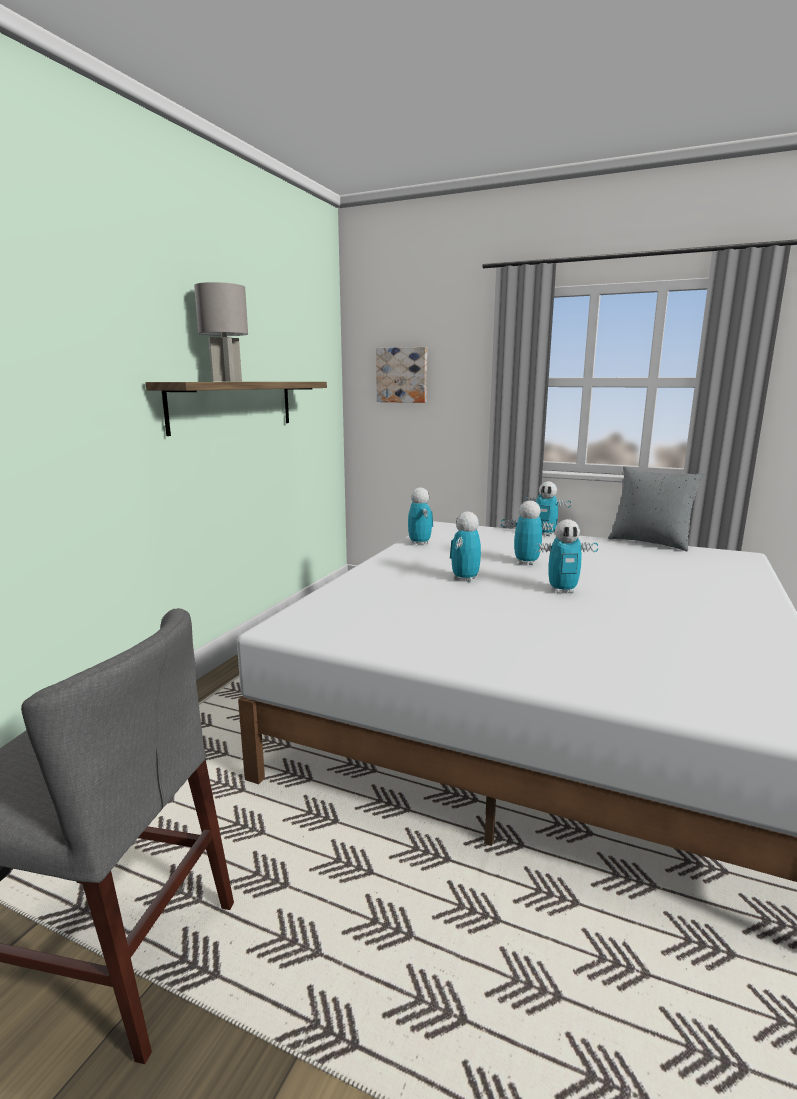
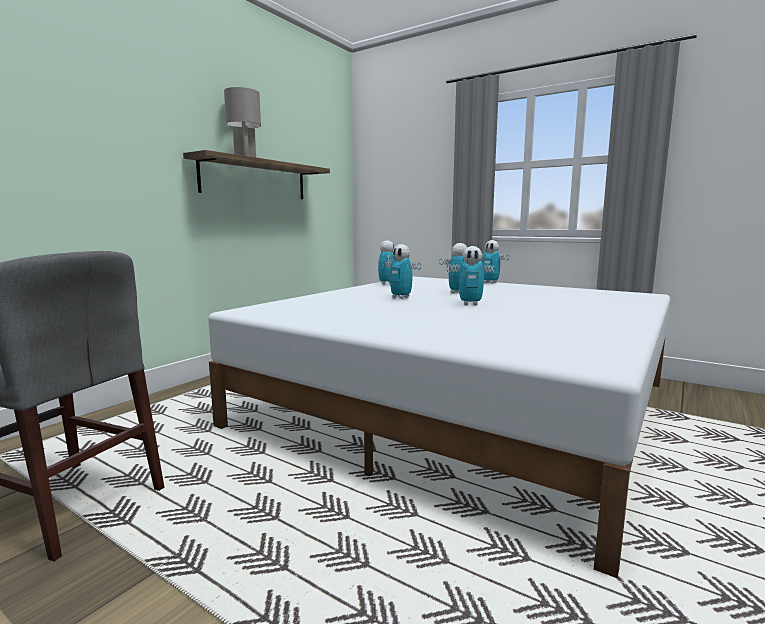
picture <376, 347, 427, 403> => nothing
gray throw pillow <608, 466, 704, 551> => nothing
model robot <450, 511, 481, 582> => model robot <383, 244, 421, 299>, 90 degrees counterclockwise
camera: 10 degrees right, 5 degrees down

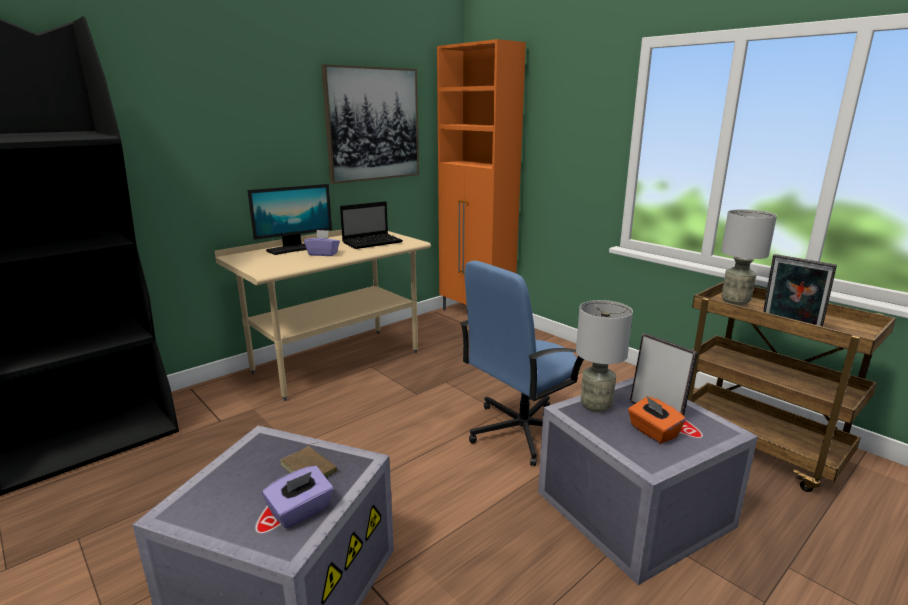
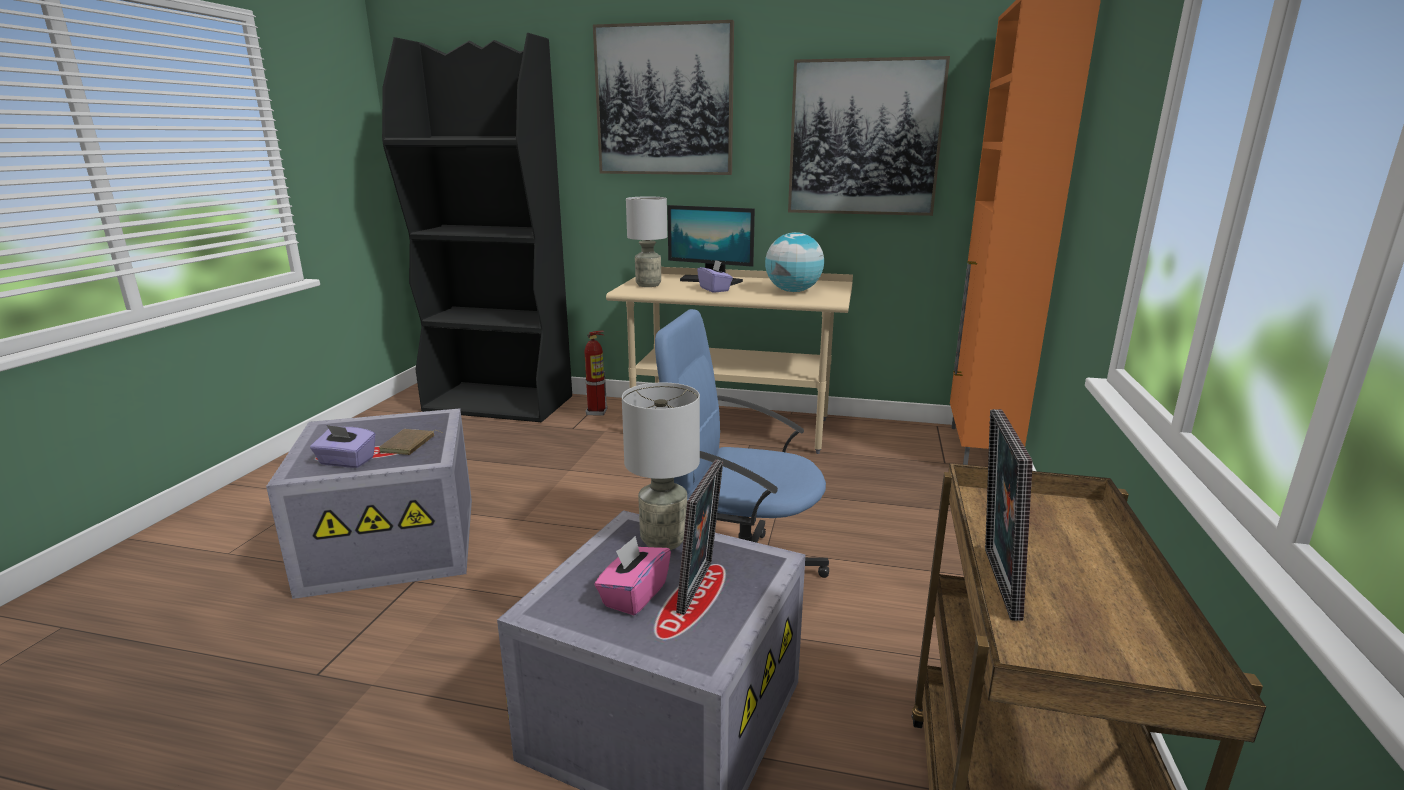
laptop <340, 201, 403, 249> => globe <765, 232, 824, 292>
gray tabletop lamp <721, 209, 777, 305> => gray tabletop lamp <626, 197, 667, 287>, relocated
orange-coloured tissue box <628, 396, 686, 444> => pink-coloured tissue box <594, 536, 671, 615>
nothing => picture <593, 20, 734, 175>
nothing => extinguisher <584, 330, 607, 416>
camera: 55 degrees right, 0 degrees up

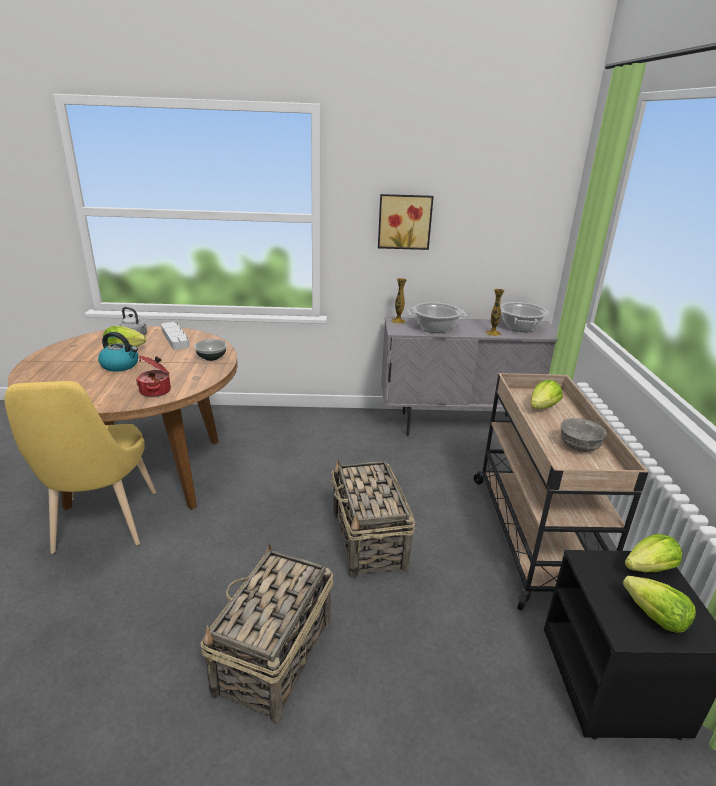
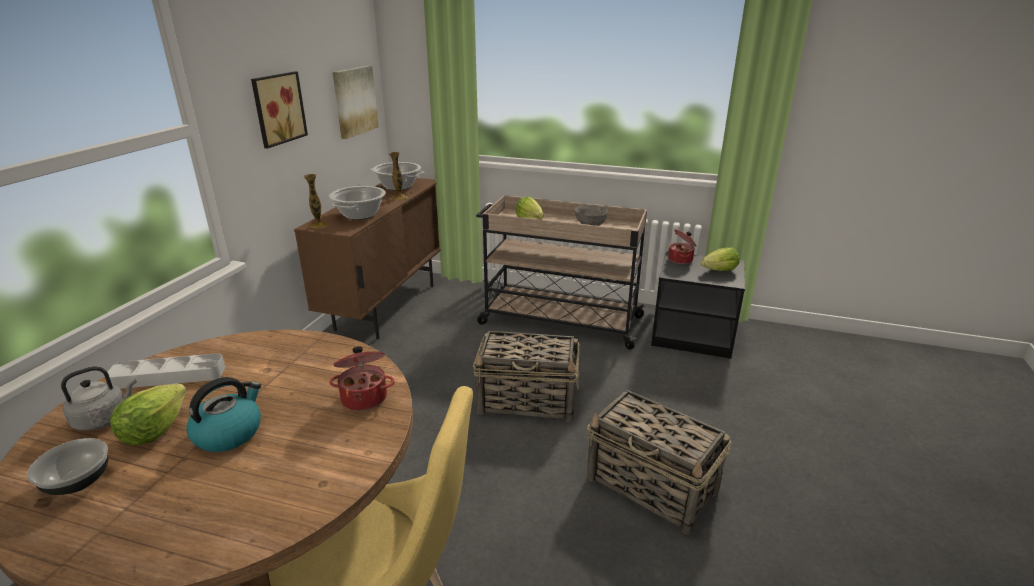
gray storage cabinet <381, 317, 558, 436> => brown storage cabinet <294, 178, 441, 339>
serving bowl <194, 339, 227, 361> => serving bowl <27, 438, 108, 495>, relocated
lettuce <625, 534, 682, 572> => cooking pot <668, 229, 697, 264>
nothing => picture <333, 65, 379, 139>
camera: 70 degrees left, 0 degrees up

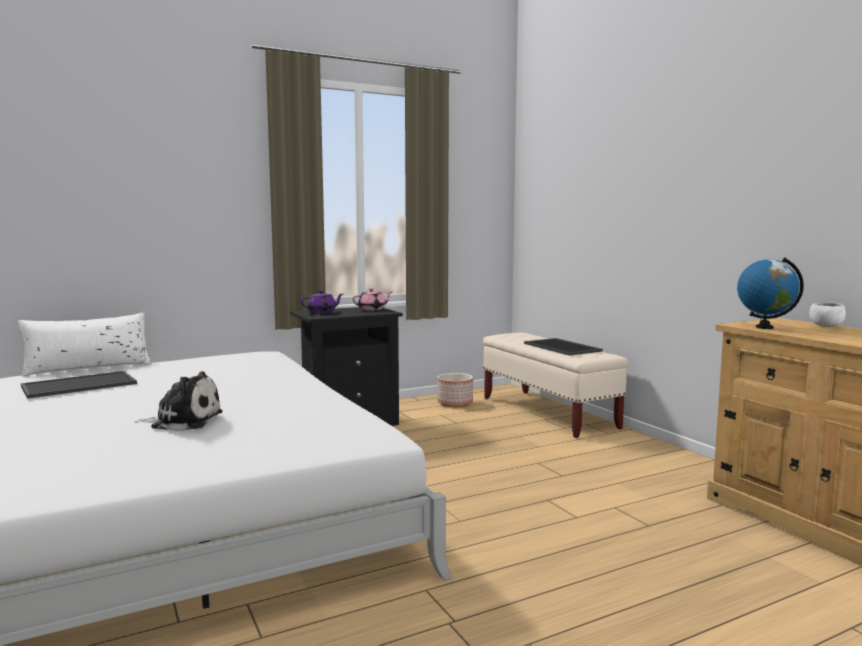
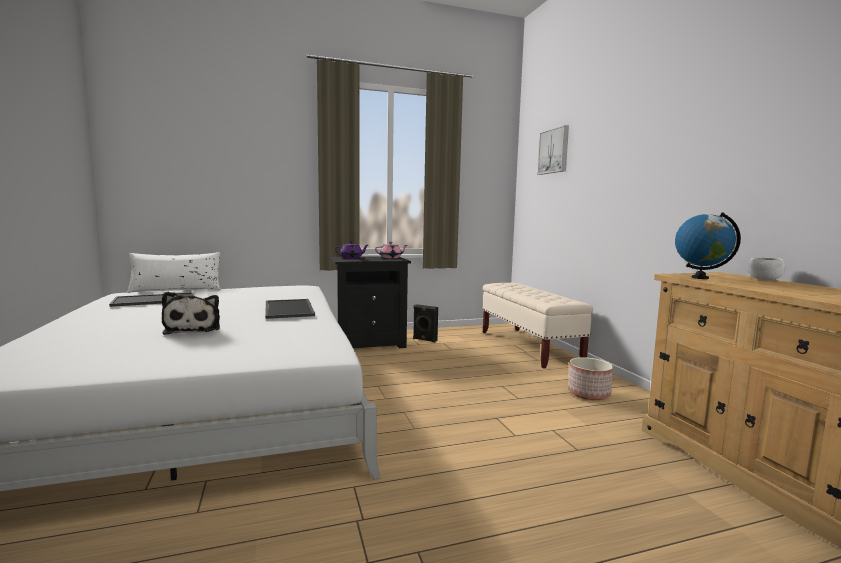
tray <524, 338, 603, 356> => tray <265, 299, 315, 319>, relocated
plush toy <135, 371, 223, 431> => plush toy <162, 291, 220, 335>, 60 degrees clockwise
plant pot <437, 373, 473, 407> => plant pot <568, 357, 613, 400>, relocated
nothing => picture <537, 125, 569, 175>
nothing => blackish audio speaker <413, 304, 438, 342>
camera: 10 degrees right, 0 degrees up

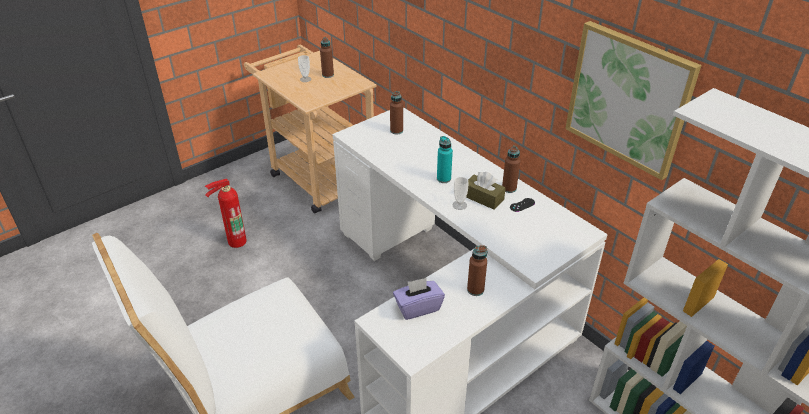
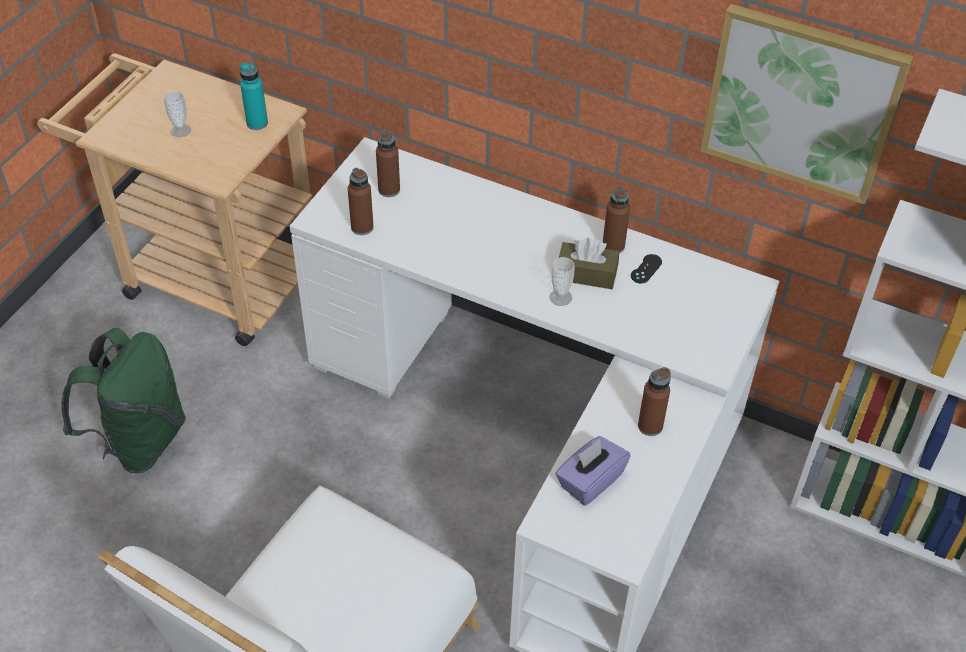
brown bottle <320, 37, 334, 78> => brown bottle <348, 168, 374, 235>, relocated
blue-green bottle <437, 136, 453, 183> => blue-green bottle <240, 63, 268, 130>, relocated
extinguisher <205, 179, 247, 248> => green-coloured backpack <61, 328, 186, 473>
camera: 25 degrees left, 10 degrees up

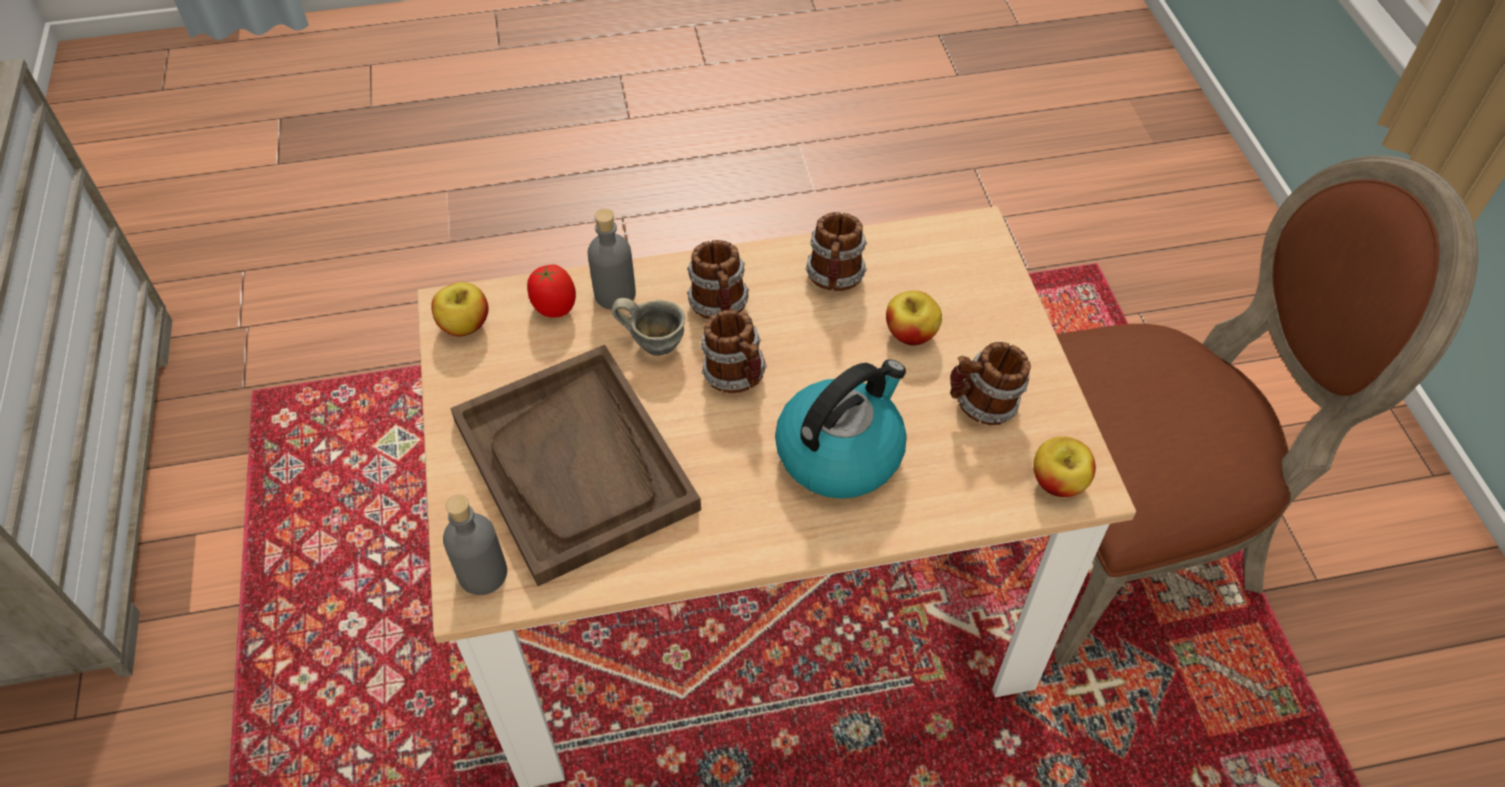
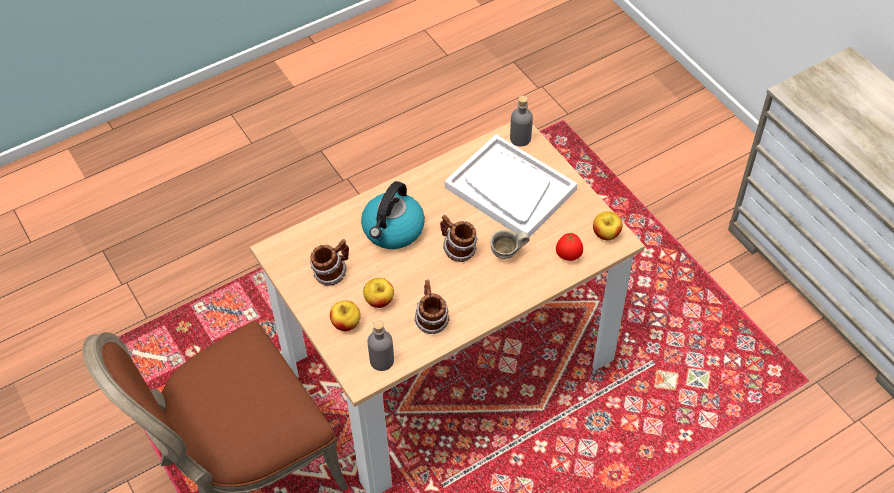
gray bottle <588, 209, 636, 310> => gray bottle <368, 320, 394, 371>, relocated
coffee mug <687, 240, 749, 319> => nothing
brown tray <450, 345, 701, 586> => white-coloured tray <444, 134, 577, 237>
whole apple <1033, 437, 1096, 497> => whole apple <330, 301, 361, 331>, relocated
camera: 160 degrees right, 0 degrees up

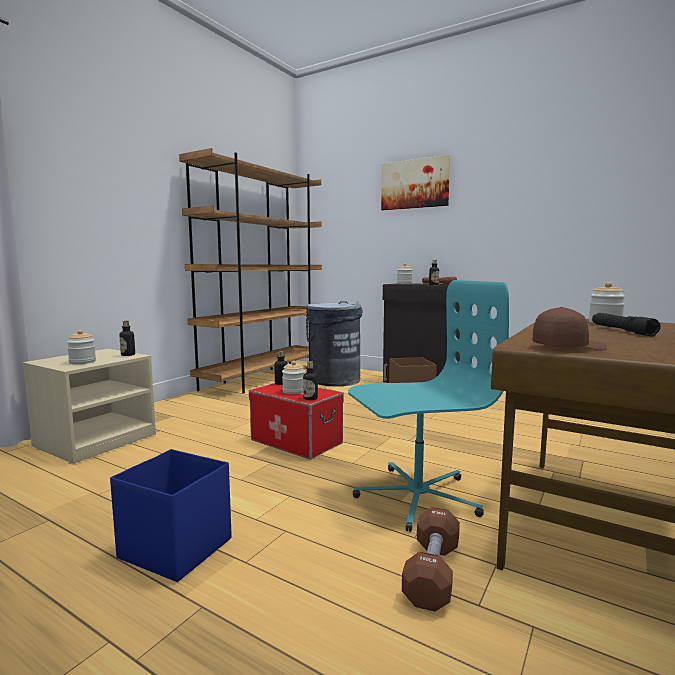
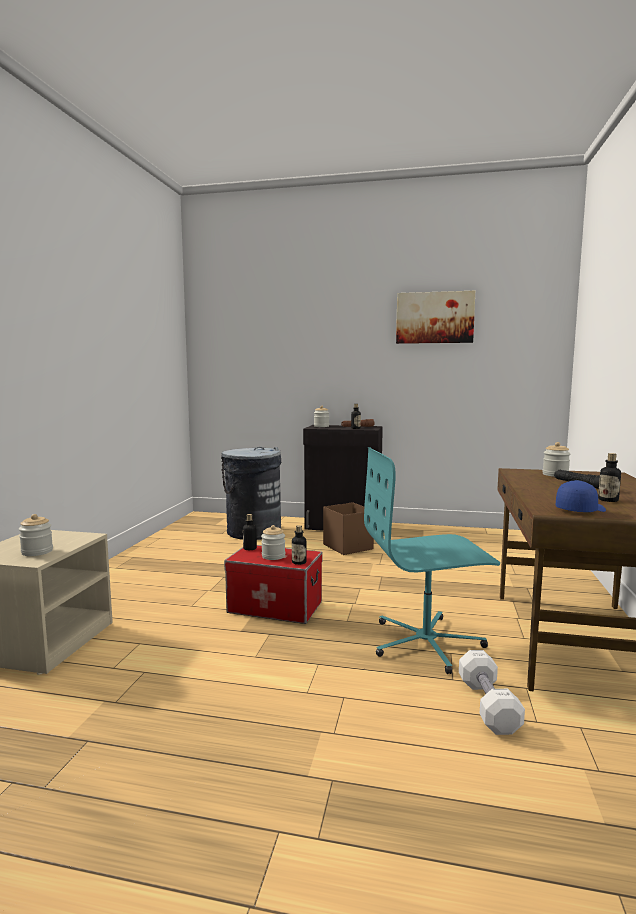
brown bookshelf <179, 148, 322, 393> => nothing
picture <381, 155, 450, 210> => picture <396, 291, 475, 344>, relocated
blue-green desk chair <348, 280, 509, 532> => blue-green desk chair <364, 447, 500, 674>, 150 degrees counterclockwise
brown cap <532, 307, 607, 351> => blue cap <556, 480, 606, 512>
bottle <119, 321, 135, 356> => bottle <598, 453, 621, 502>, relocated
blue storage container <110, 449, 232, 582> => nothing
brown dumbbell <402, 507, 460, 612> => white-coloured dumbbell <459, 650, 525, 735>
camera: 20 degrees left, 0 degrees up

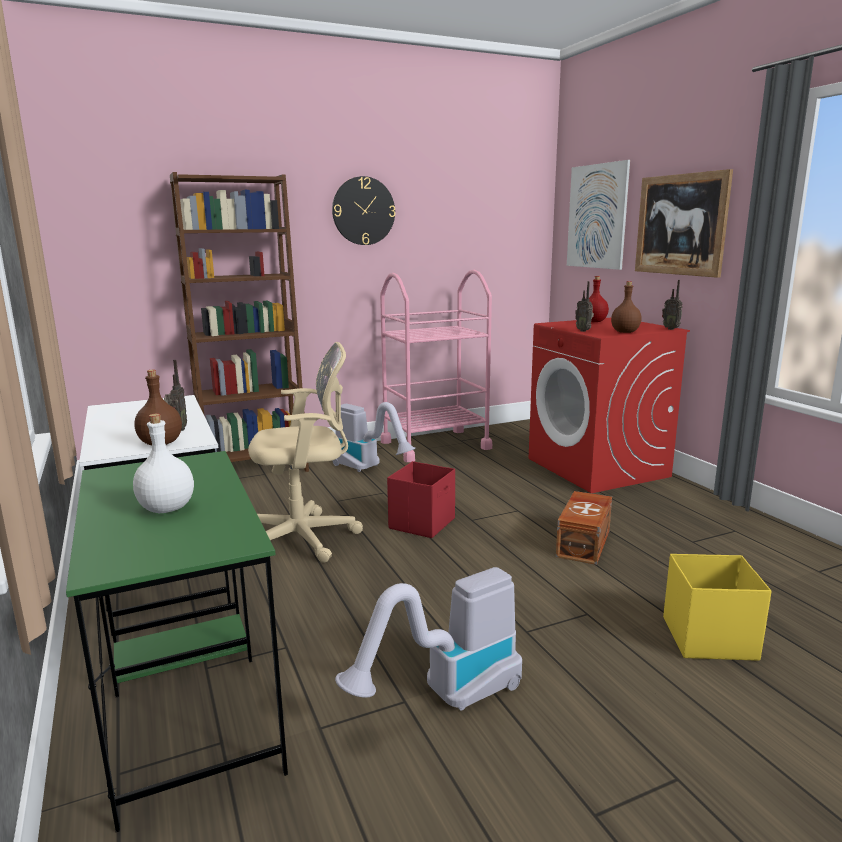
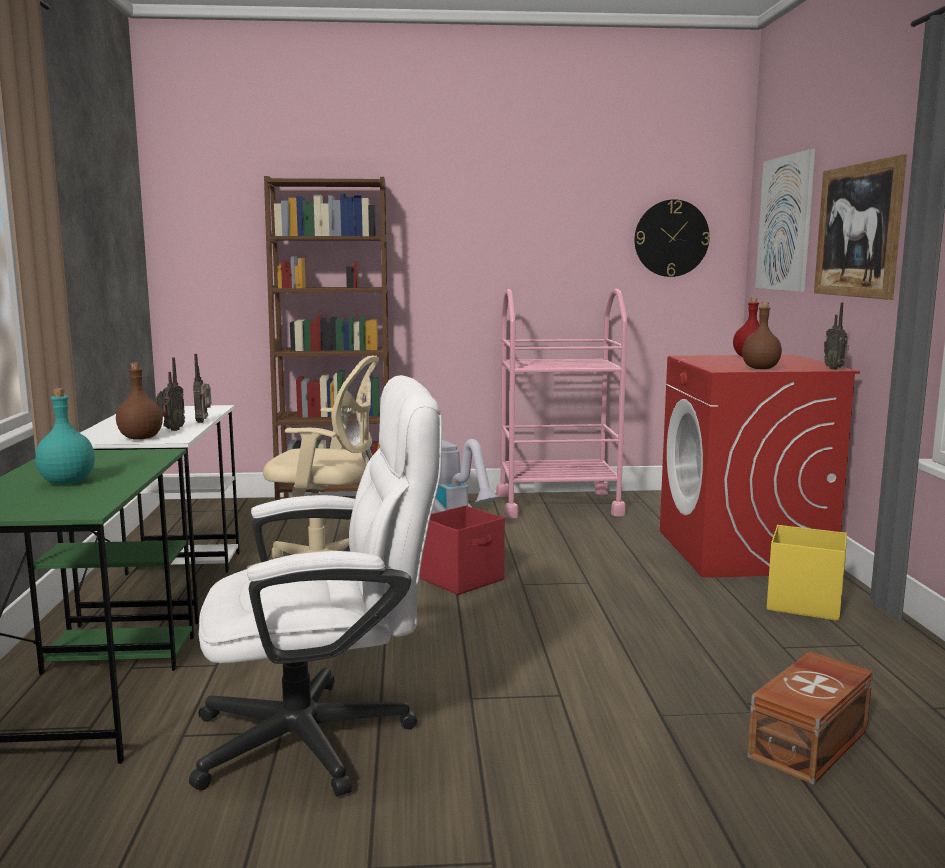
clock on the wall <332, 176, 395, 245> => clock on the wall <635, 199, 710, 277>, relocated
radio set <575, 281, 594, 332> => radio set <193, 354, 211, 423>, relocated
white-coloured bottle <133, 414, 194, 513> => blue-green bottle <35, 388, 95, 484>
brown storage container <556, 491, 612, 565> => brown storage container <747, 651, 873, 785>, relocated
yellow storage container <663, 554, 772, 661> => yellow storage container <767, 525, 847, 621>, relocated
vacuum cleaner <335, 567, 522, 711> => white-coloured desk chair <189, 375, 442, 797>
camera: 20 degrees right, 5 degrees down

